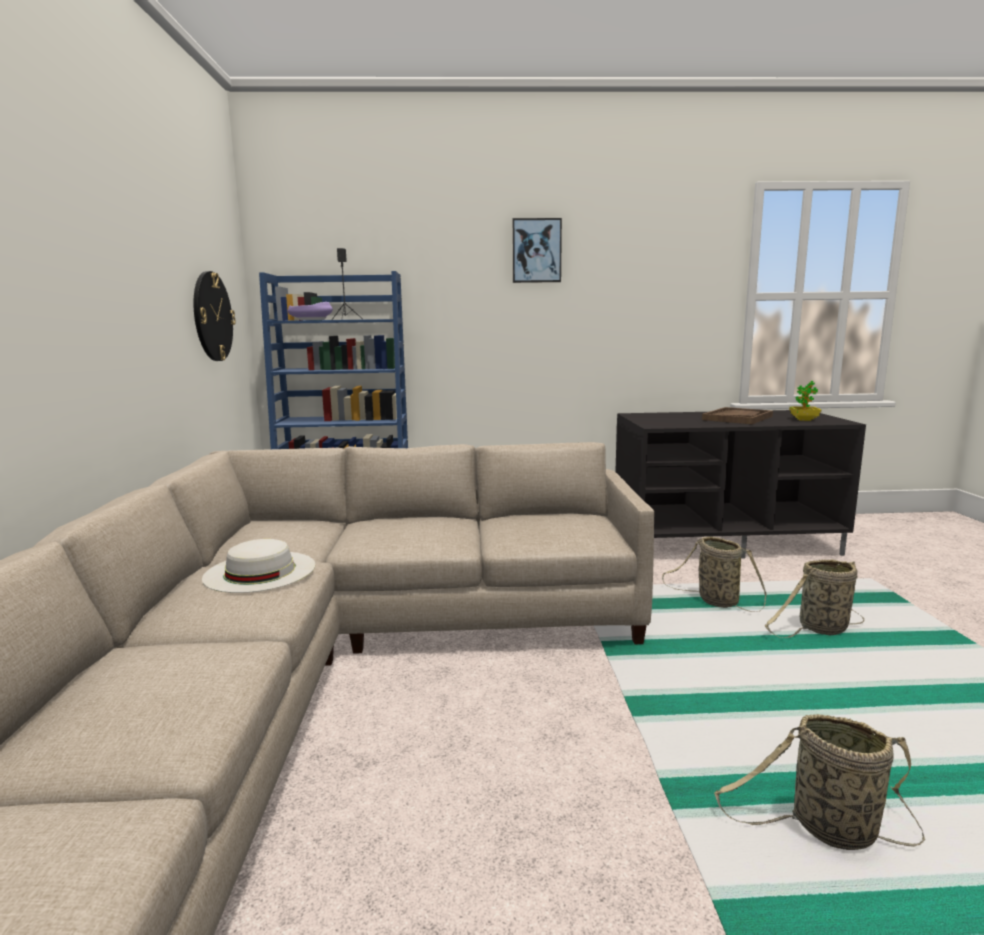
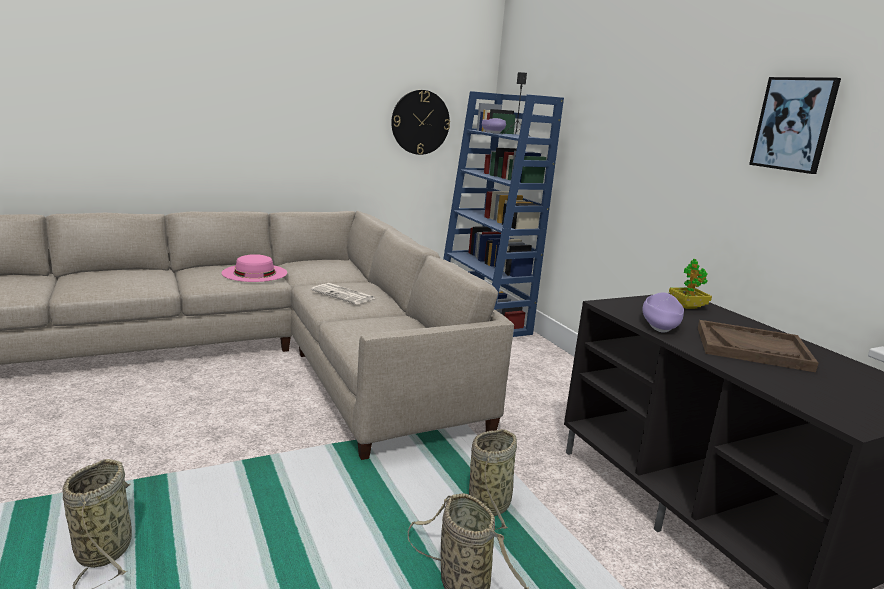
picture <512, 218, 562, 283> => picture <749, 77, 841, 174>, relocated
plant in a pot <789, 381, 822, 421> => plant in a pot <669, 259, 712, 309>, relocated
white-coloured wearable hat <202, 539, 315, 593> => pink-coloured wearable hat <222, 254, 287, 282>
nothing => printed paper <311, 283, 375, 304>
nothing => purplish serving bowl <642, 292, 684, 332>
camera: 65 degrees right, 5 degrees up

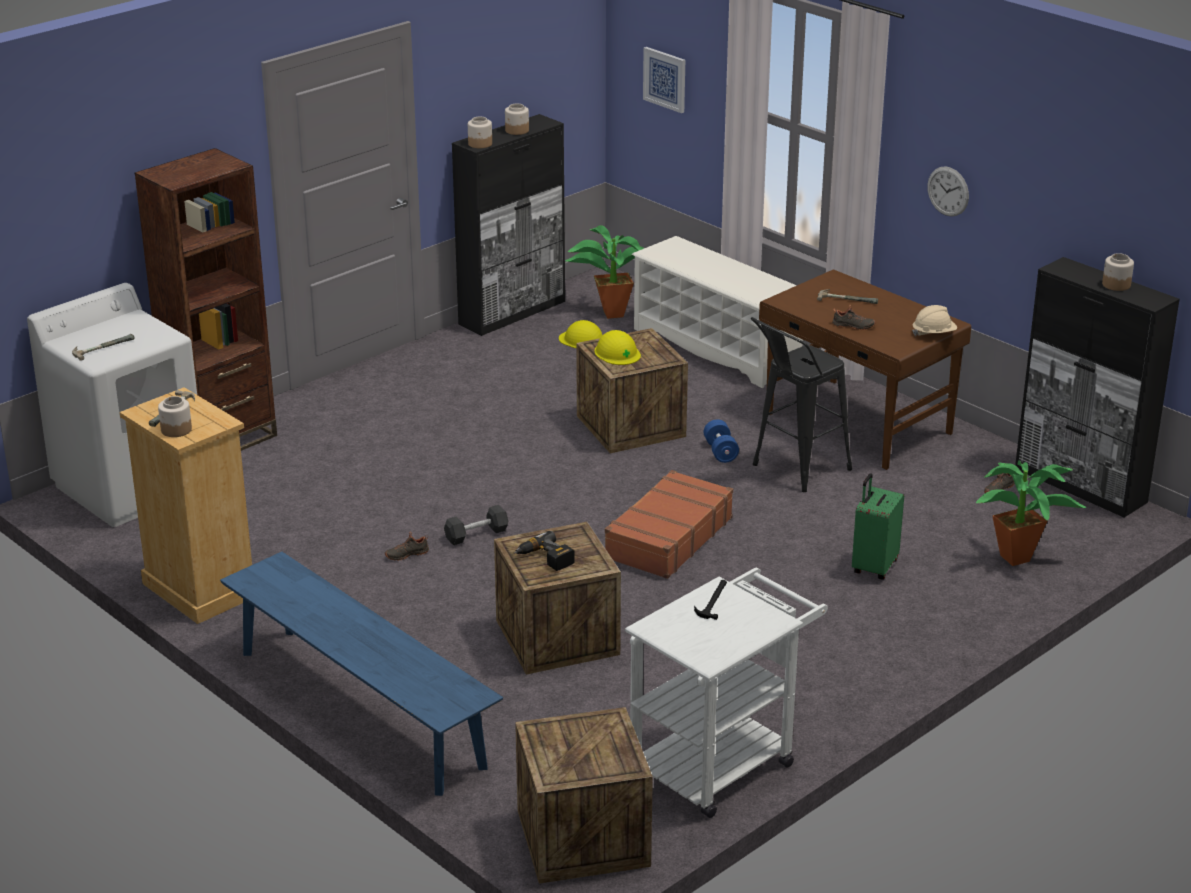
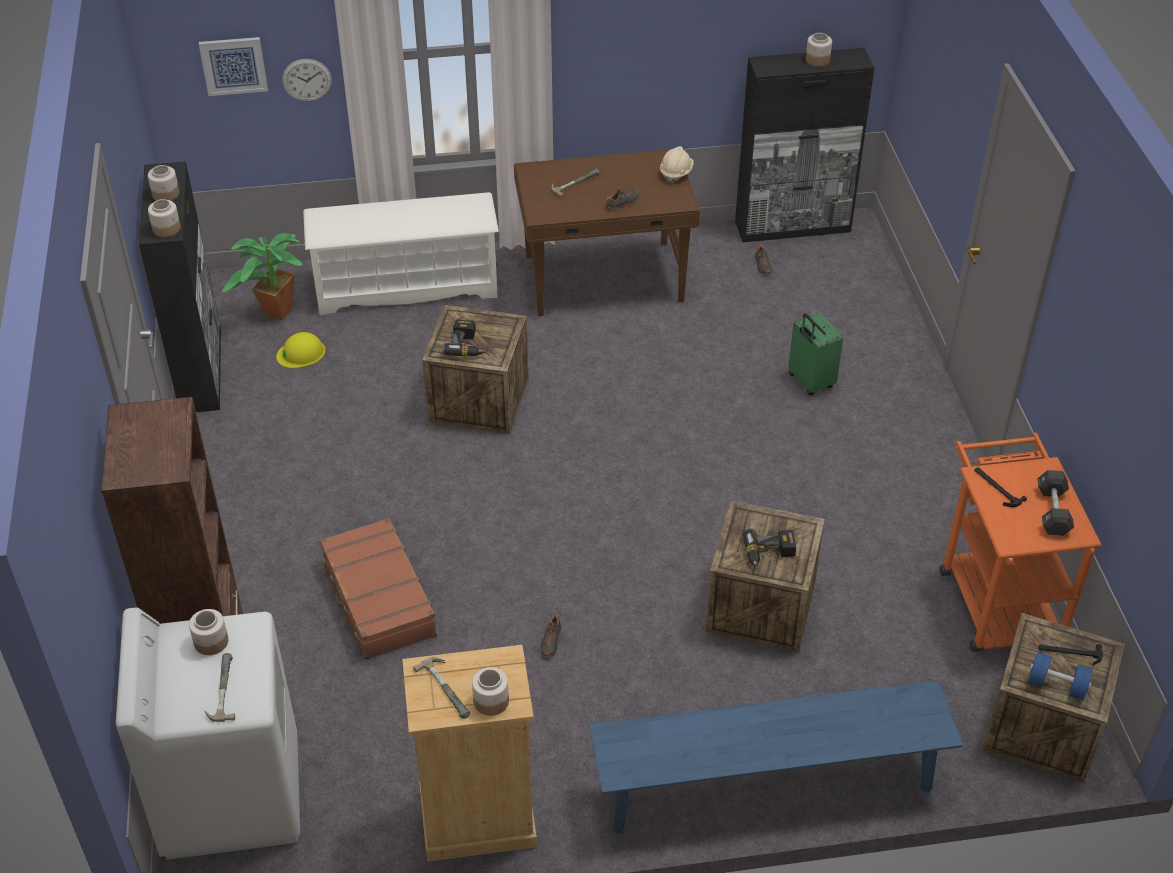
clock on the wall <927, 166, 969, 217> => clock on the wall <282, 59, 332, 102>, relocated
blackish stool <751, 317, 852, 492> => nothing
yellow safety helmet <595, 330, 641, 365> => power drill <442, 320, 485, 356>
blue dumbbell <704, 419, 739, 463> => blue dumbbell <1029, 652, 1093, 700>, relocated
plant in a pot <976, 460, 1087, 566> => nothing
brown suitcase <605, 470, 733, 579> => brown suitcase <320, 518, 437, 660>, relocated
blackish dumbbell <444, 505, 508, 545> => blackish dumbbell <1037, 470, 1074, 536>, relocated
white-coloured cart <625, 567, 828, 818> => orange-coloured cart <940, 433, 1102, 652>
nothing => jar <189, 609, 228, 655>
nothing => tool hammer <1039, 644, 1103, 665>
camera: 55 degrees left, 15 degrees up

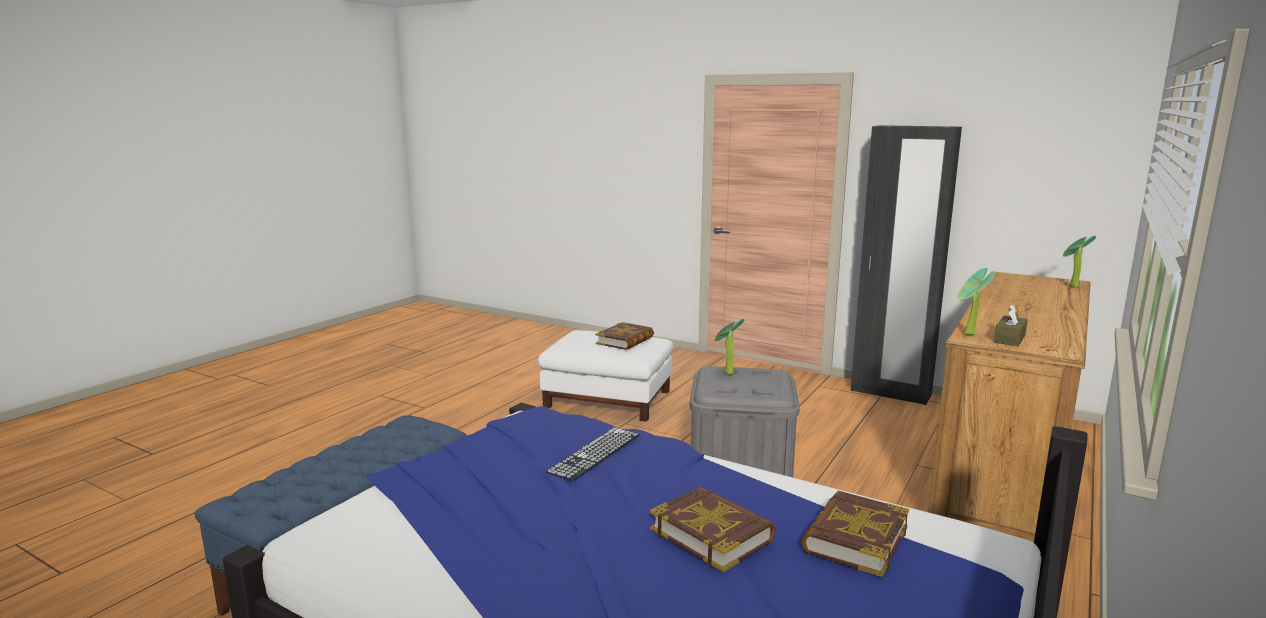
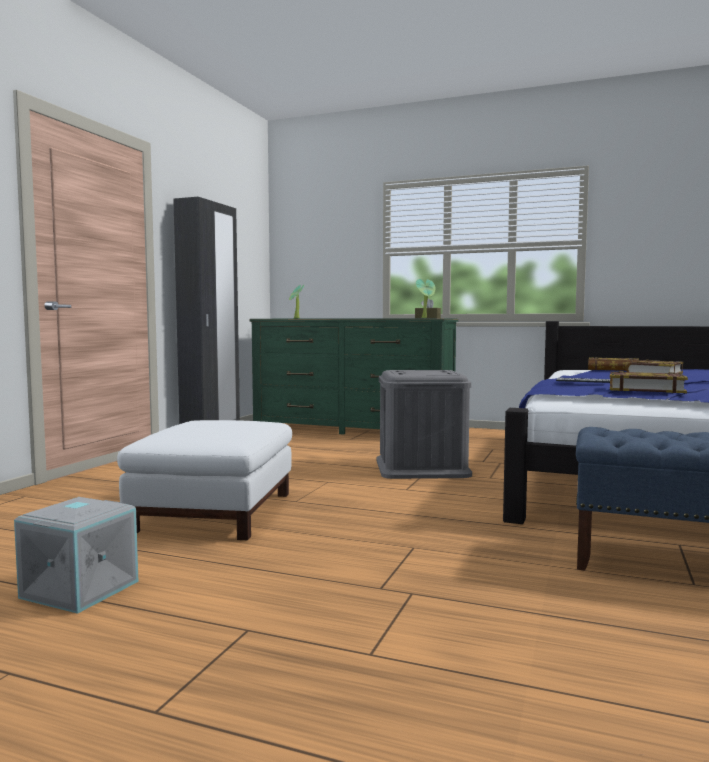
brown drawer chest <928, 271, 1091, 543> => green-coloured drawer chest <250, 318, 458, 435>
plant in a pot <715, 319, 745, 375> => nothing
book <596, 322, 654, 350> => book <610, 371, 688, 393>, relocated
nothing => gray storage container <14, 497, 139, 614>
camera: 100 degrees left, 10 degrees down

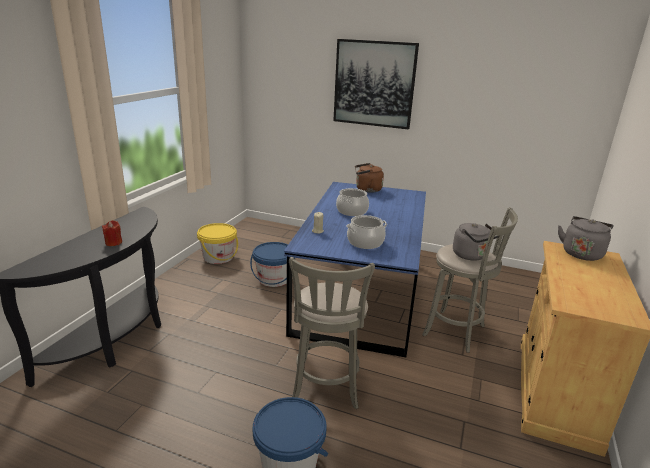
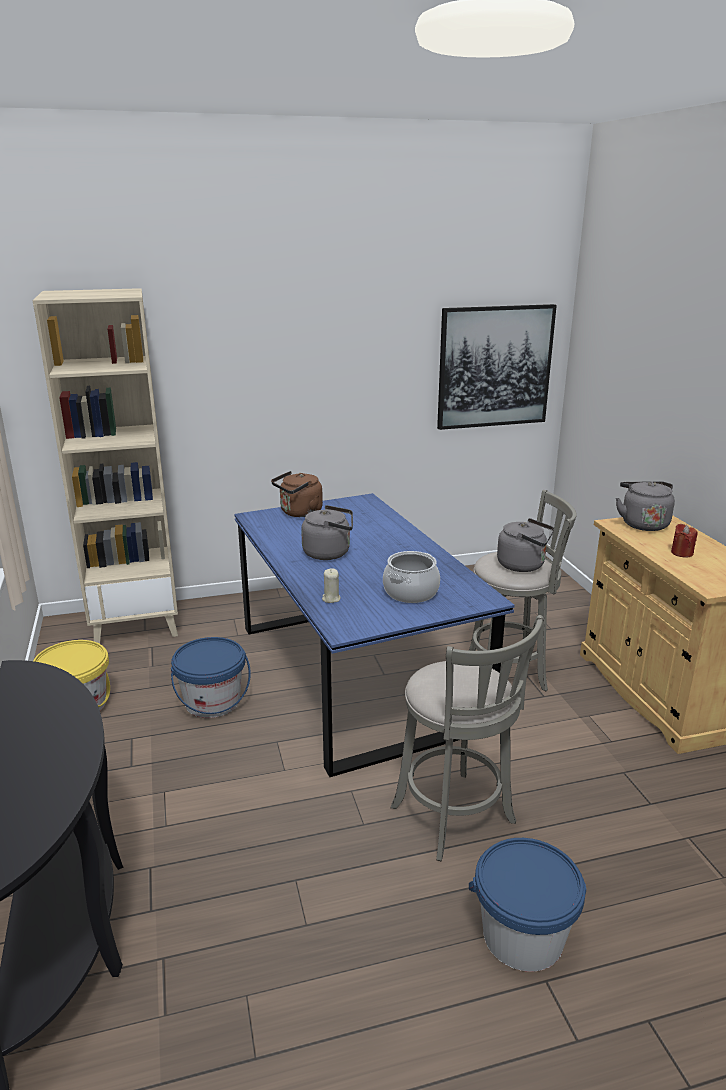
picture <333, 39, 419, 130> => picture <437, 304, 557, 430>, relocated
cooking pot <336, 188, 369, 216> => gray tea kettle <301, 505, 353, 560>
red candle <102, 220, 122, 246> => red candle <671, 524, 698, 558>, relocated
nothing => sand-coloured bookshelf <33, 288, 178, 644>
camera: 35 degrees left, 0 degrees up

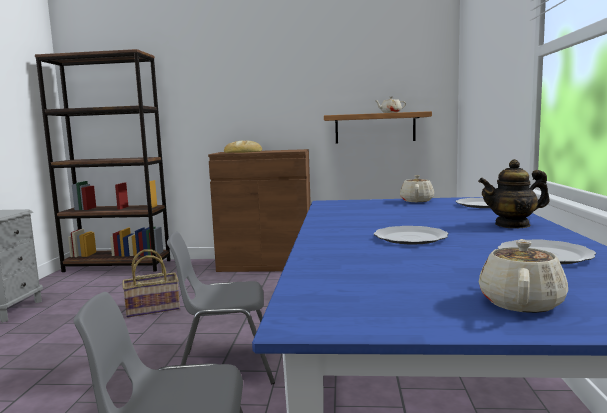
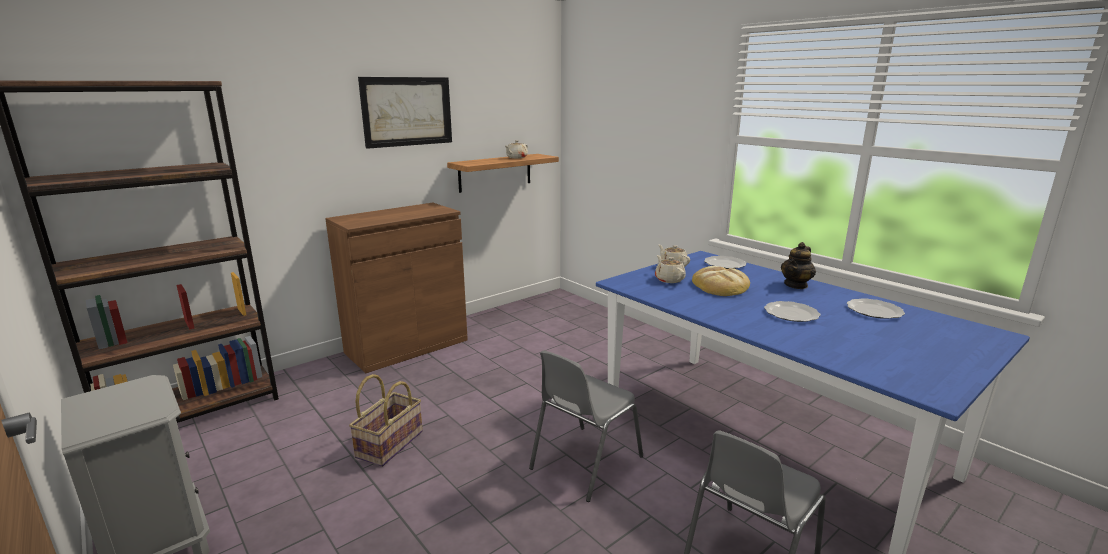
bakery bread <224, 141, 262, 153> => bakery bread <692, 266, 750, 296>, relocated
sand-coloured teapot <479, 239, 568, 313> => sand-coloured teapot <655, 255, 686, 283>, relocated
nothing => picture <358, 77, 452, 149>
camera: 45 degrees left, 10 degrees up

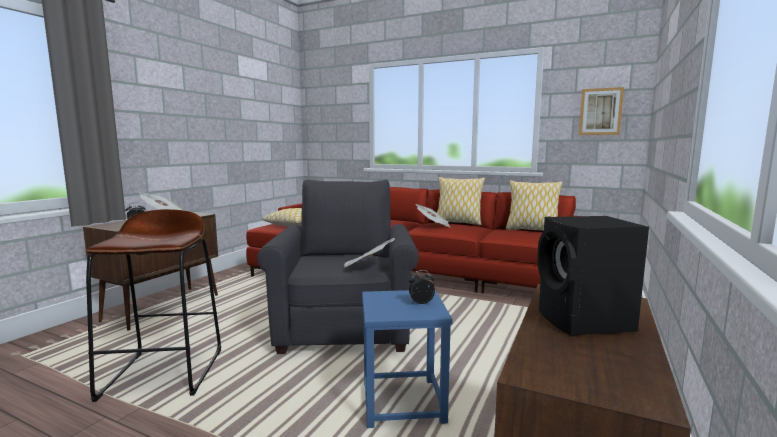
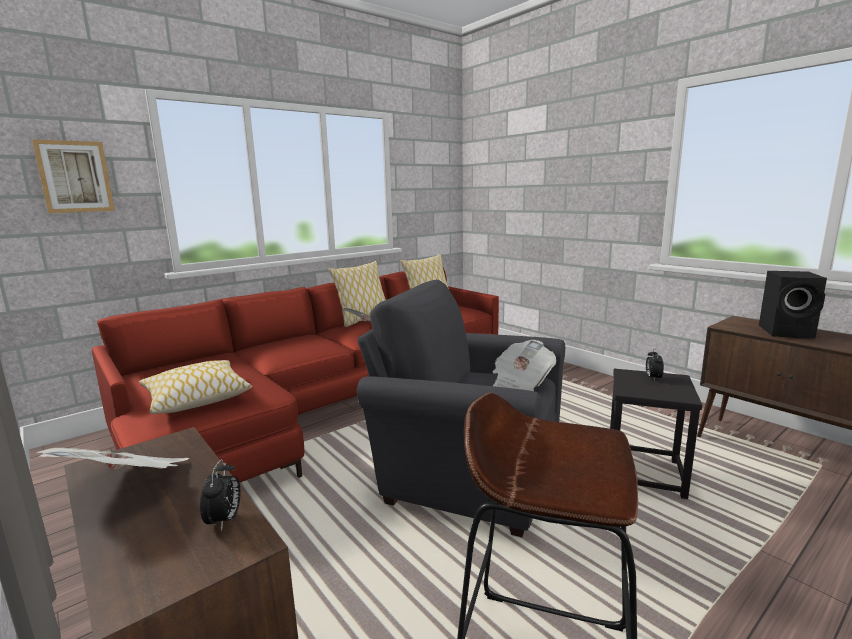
picture <579, 87, 624, 135> => picture <32, 139, 115, 213>, relocated
blue stool <362, 290, 453, 428> => blackish stool <610, 369, 702, 499>
camera: 65 degrees left, 5 degrees up

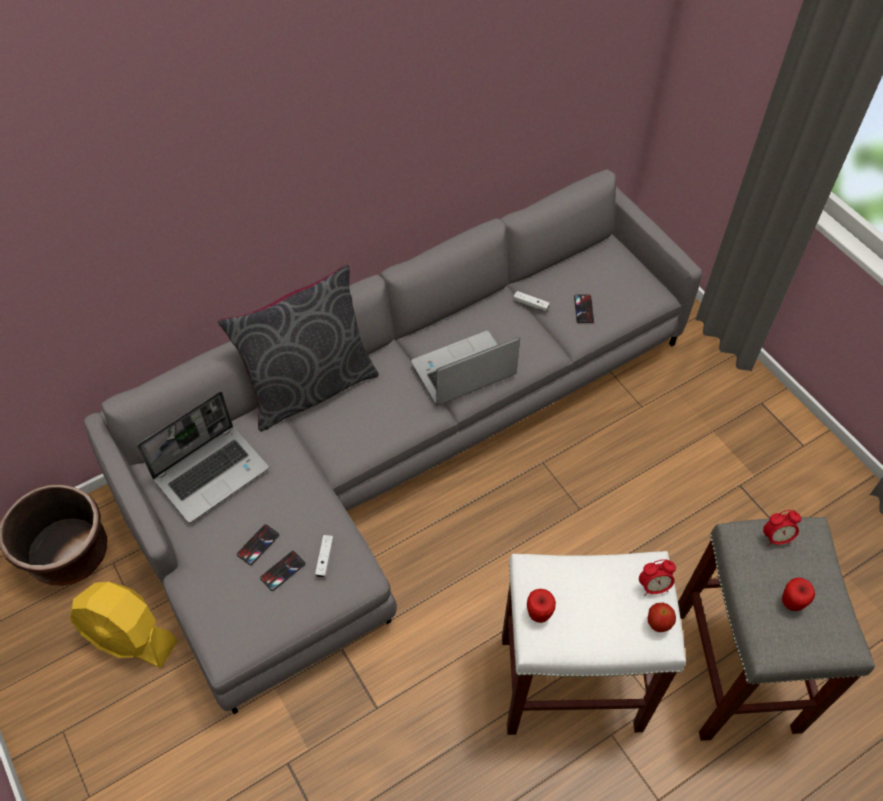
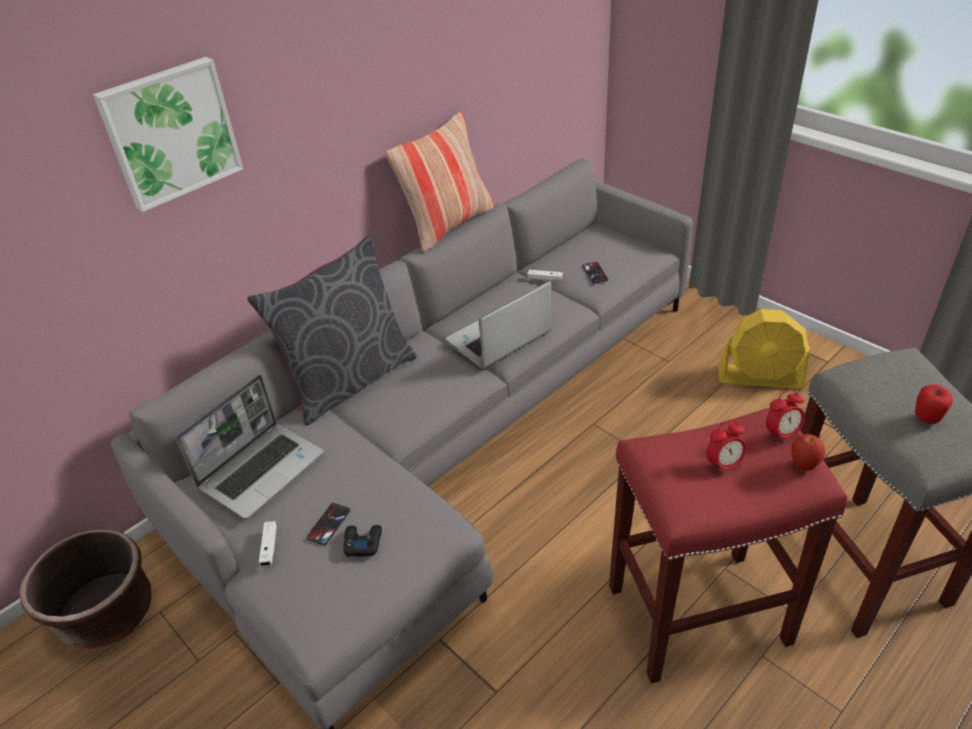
table clock <763, 510, 801, 546> => table clock <706, 419, 746, 475>, relocated
white-coloured joypad <315, 535, 333, 578> => white-coloured joypad <259, 521, 277, 566>, relocated
handset <260, 551, 305, 591> => blackish joypad <343, 525, 382, 557>
white-coloured stool <502, 551, 686, 735> => red stool <609, 408, 848, 684>
yellow cooling fan <70, 582, 178, 668> => yellow cooling fan <718, 309, 810, 389>, relocated
whole apple <527, 589, 556, 623> => nothing
nothing => picture <93, 57, 243, 212>
nothing => throw pillow <386, 111, 494, 253>
camera: 10 degrees left, 15 degrees down

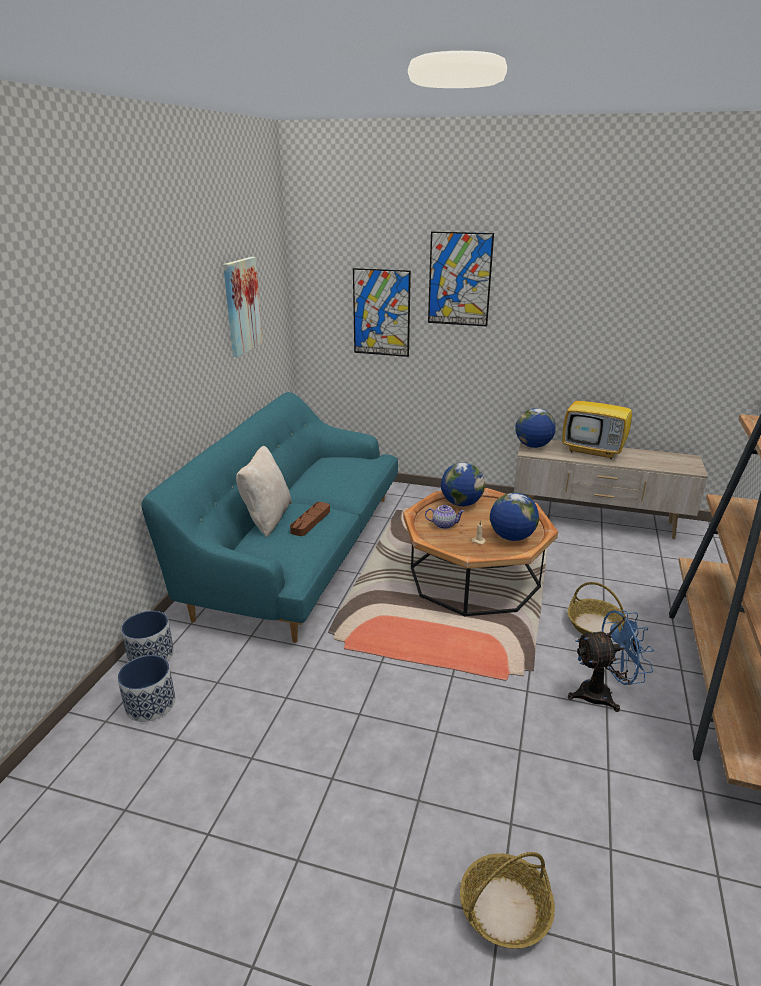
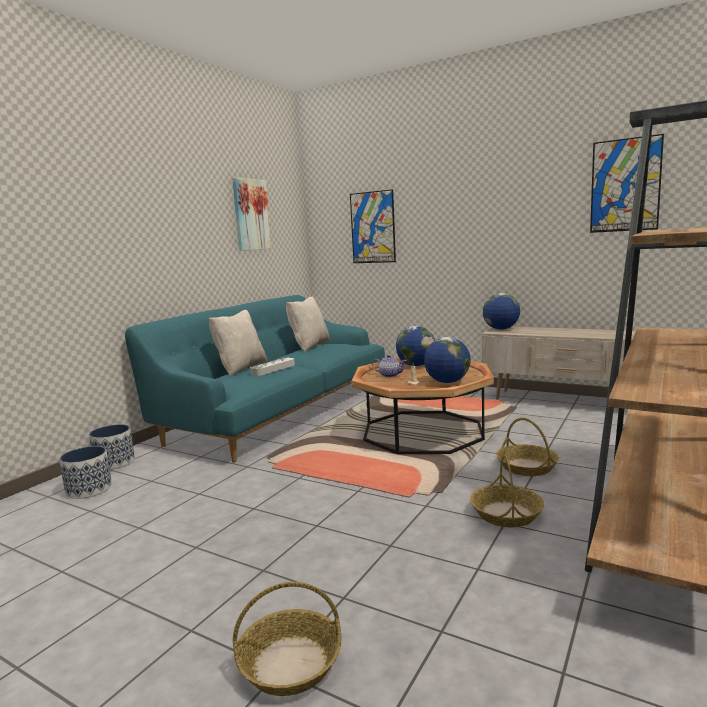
picture <428, 231, 494, 326> => picture <590, 134, 664, 233>, relocated
television <562, 375, 632, 459> => nothing
brown tray <290, 502, 330, 536> => gray tray <251, 358, 295, 376>
blue cooling fan <568, 610, 655, 712> => storage basket <470, 454, 544, 528>
nothing => sand-coloured throw pillow <286, 297, 330, 352>
camera: 15 degrees right, 15 degrees down

